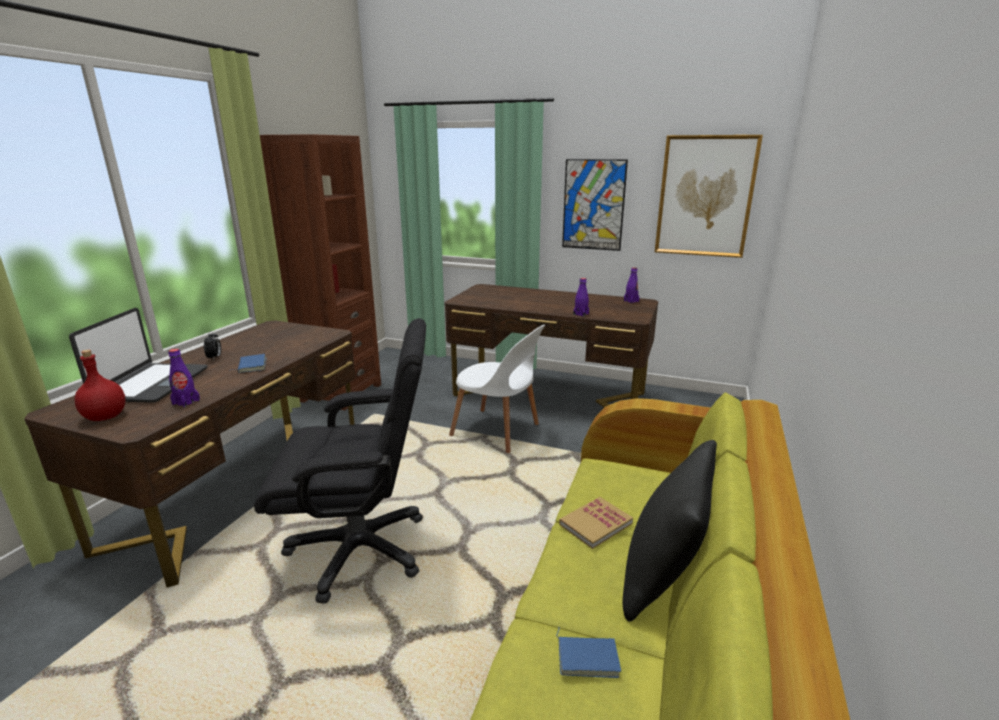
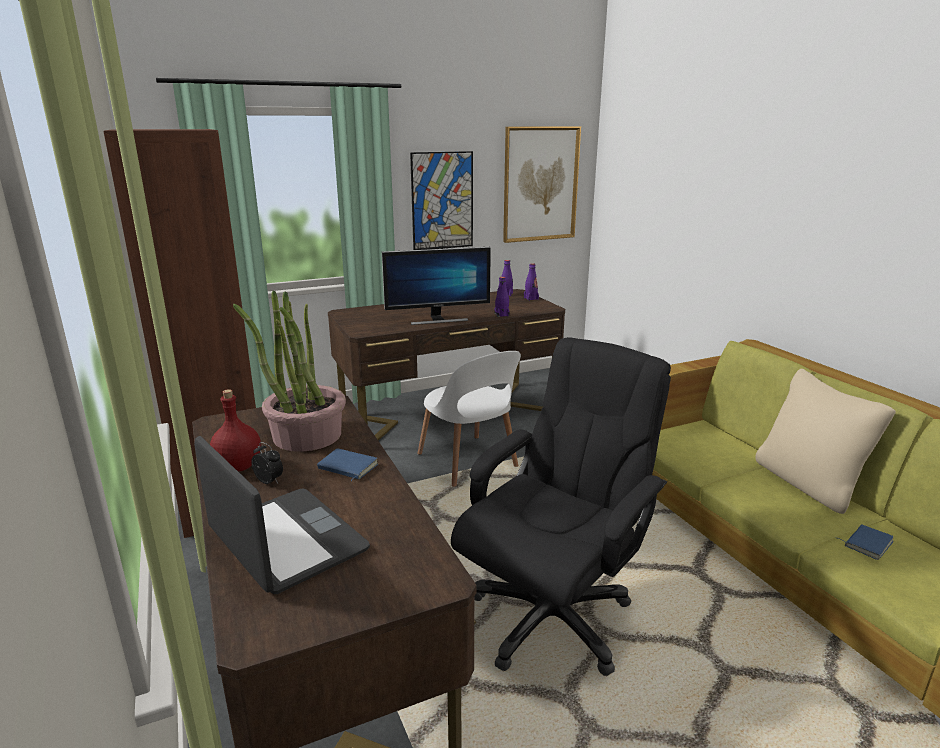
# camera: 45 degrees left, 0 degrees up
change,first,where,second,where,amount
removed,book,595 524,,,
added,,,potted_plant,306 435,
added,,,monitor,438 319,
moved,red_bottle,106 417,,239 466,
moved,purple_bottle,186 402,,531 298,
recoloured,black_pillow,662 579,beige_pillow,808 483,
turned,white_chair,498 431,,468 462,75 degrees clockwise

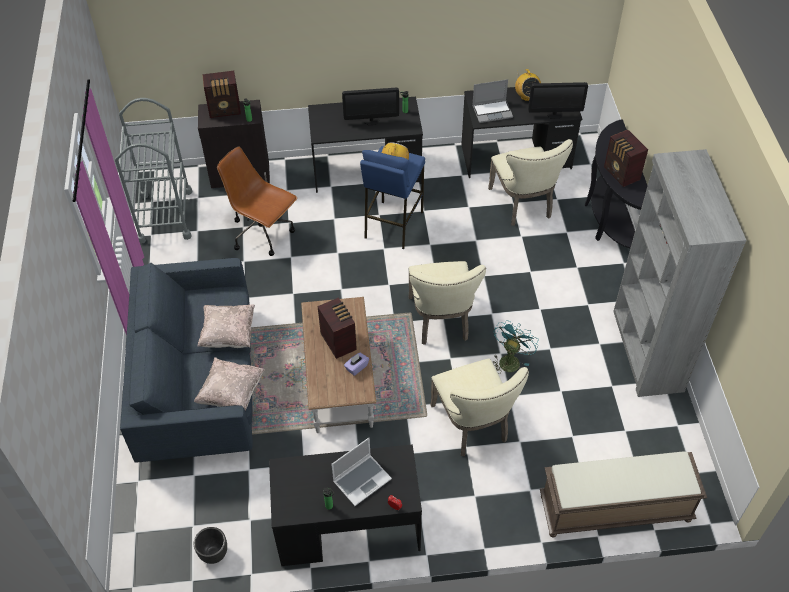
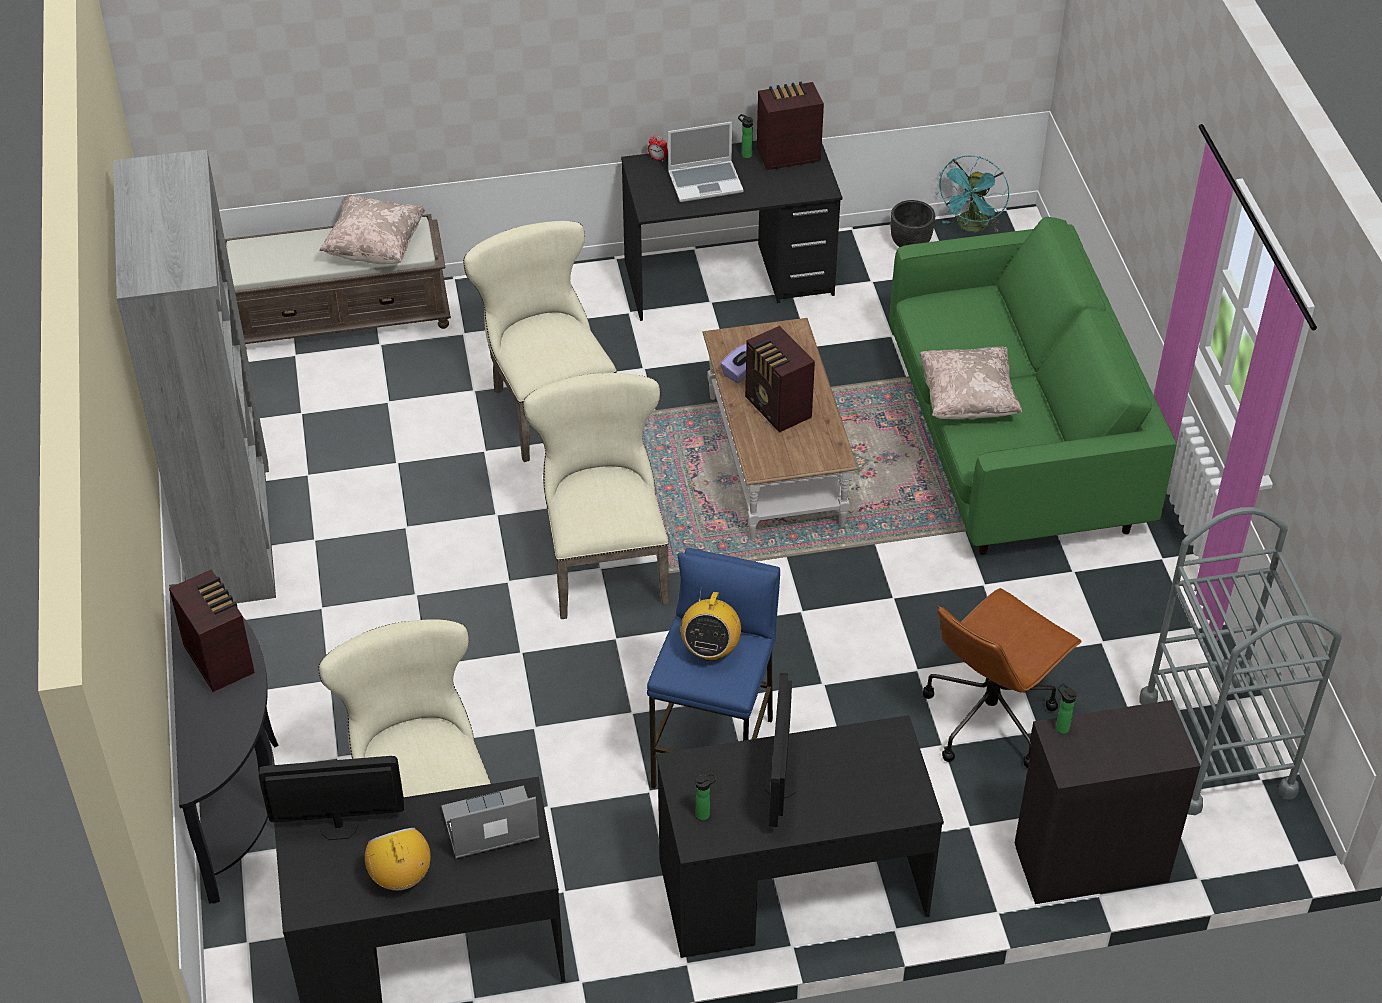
# camera: 175 degrees right, 5 degrees down
change,first,where,second,where,amount
moved,beige_pillow,231 394,,375 248,
moved,radio,225 110,,786 155,
moved,turquoise_fan,510 359,,971 227,
recoloured,blue_sofa,199 384,green_sofa,1012 441,
turned,brown_office_chair,263 233,,989 717,105 degrees clockwise
turned,laptop,362 479,,706 182,150 degrees counterclockwise
turned,monitor,371 120,,781 783,75 degrees counterclockwise

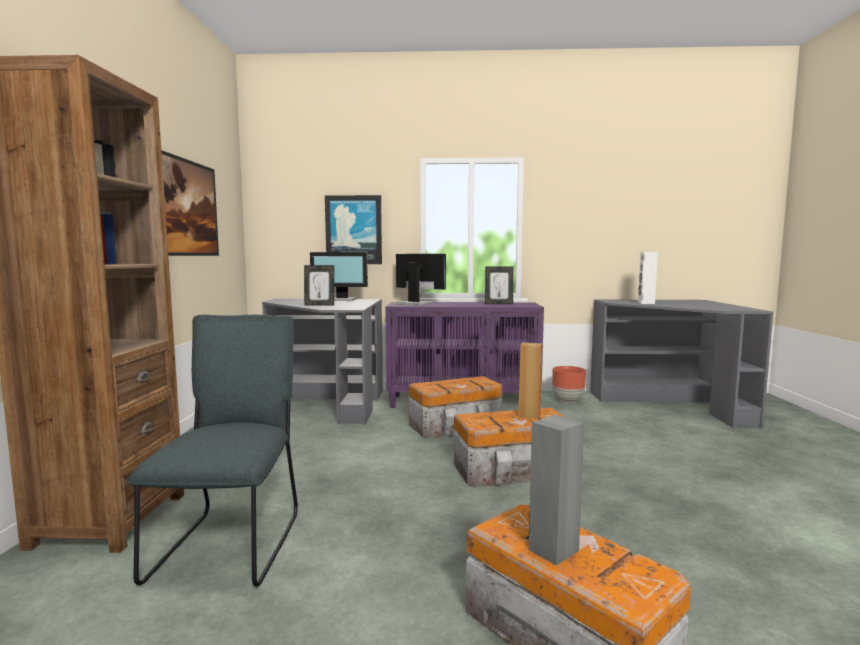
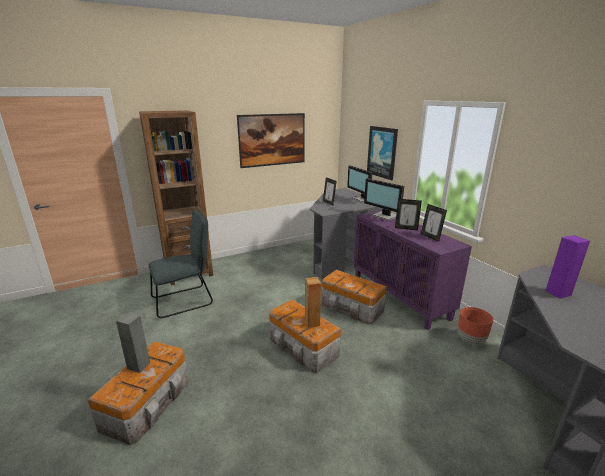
# camera: 60 degrees right, 15 degrees up
change,first,where,second,where,amount
added,,,picture_frame,406 228,
recoloured,white_speaker,646 303,purple_speaker,558 293,
turned,monitor,414 303,,385 216,135 degrees clockwise

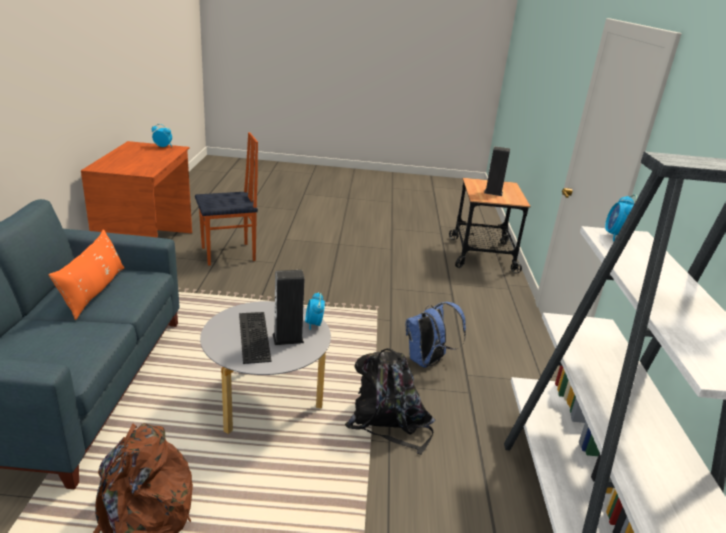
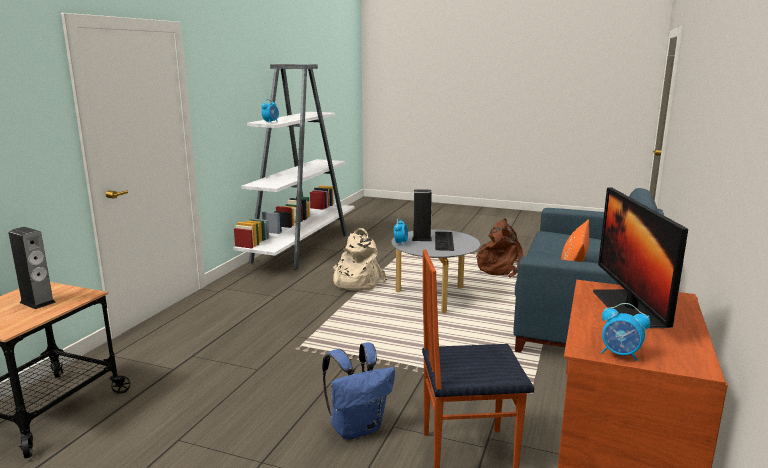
# camera: 160 degrees left, 10 degrees down
change,first,where,second,where,amount
added,,,monitor,628 308,
moved,blue_backpack,427 361,,357 427,
recoloured,black_backpack,389 421,beige_backpack,356 282,

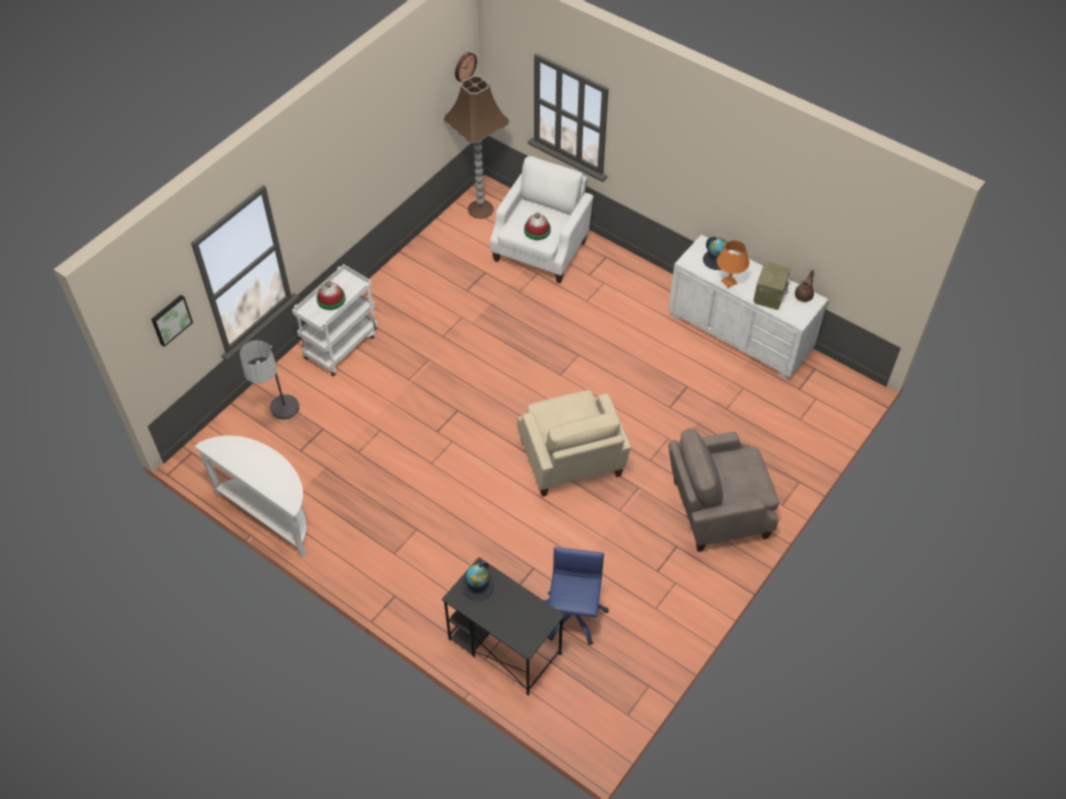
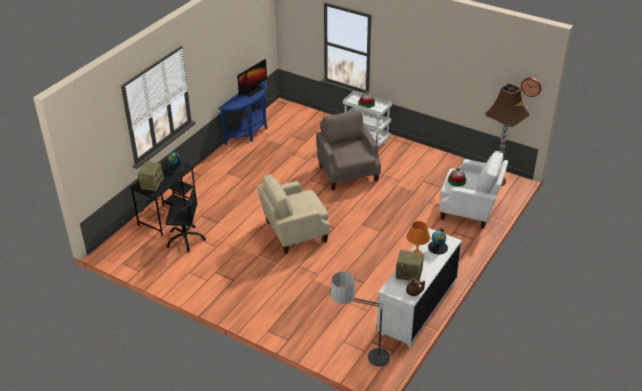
# camera: 85 degrees right, 15 degrees down
change,first,where,second,where,amount
removed,picture,170 319,,,
added,,,radio,152 183,
added,,,monitor,253 90,
moved,floor_lamp,285 427,,361 361,
moved,beige_armchair,716 510,,347 172,
recoloured,white_console_table,271 513,blue_console_table,250 131,
recoloured,blue_office_chair,573 616,black_office_chair,185 239,

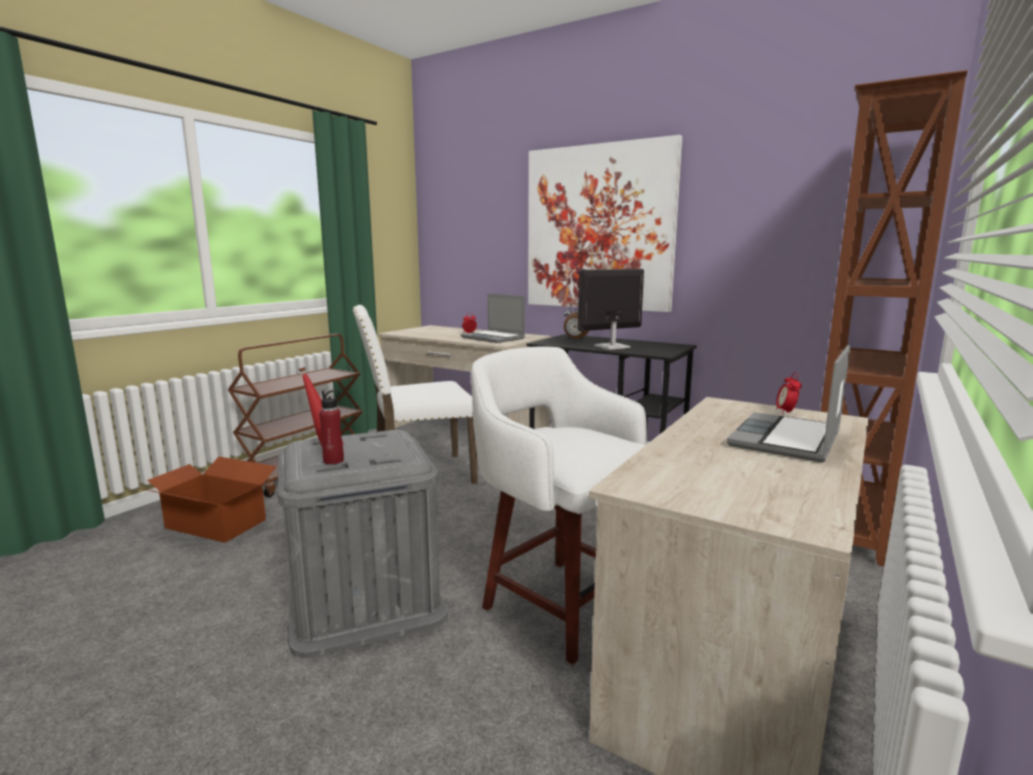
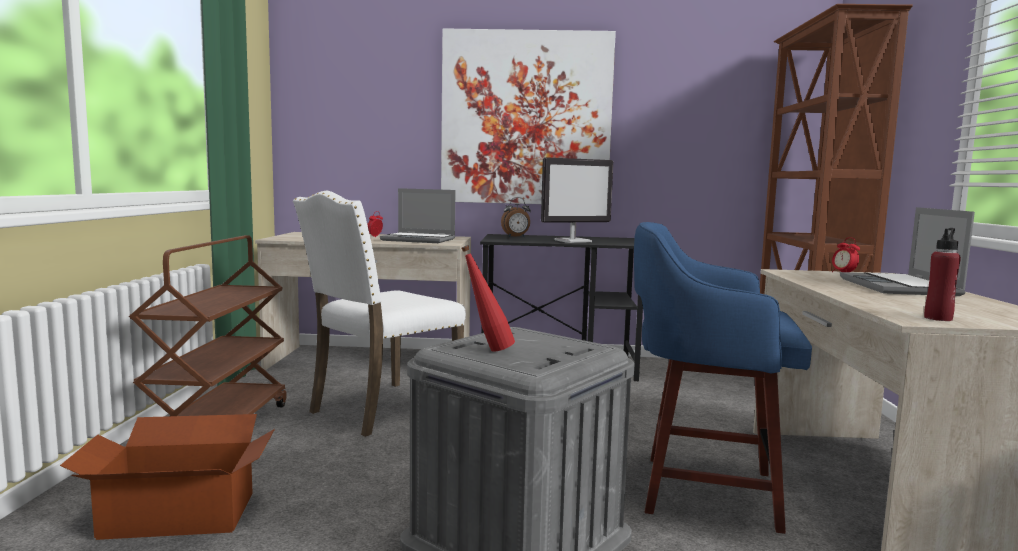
# camera: 30 degrees left, 5 degrees down
change,first,where,second,where,amount
moved,red_bottle,333 461,,938 318,
recoloured,white_stool,560 604,blue_stool,703 491,
turned,monitor,611 347,,573 241,150 degrees counterclockwise

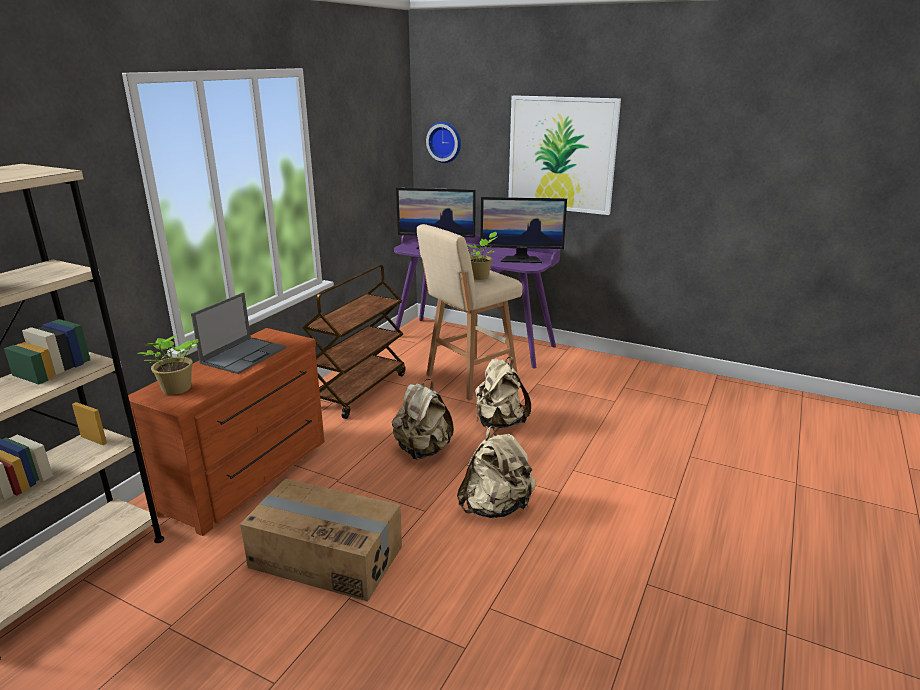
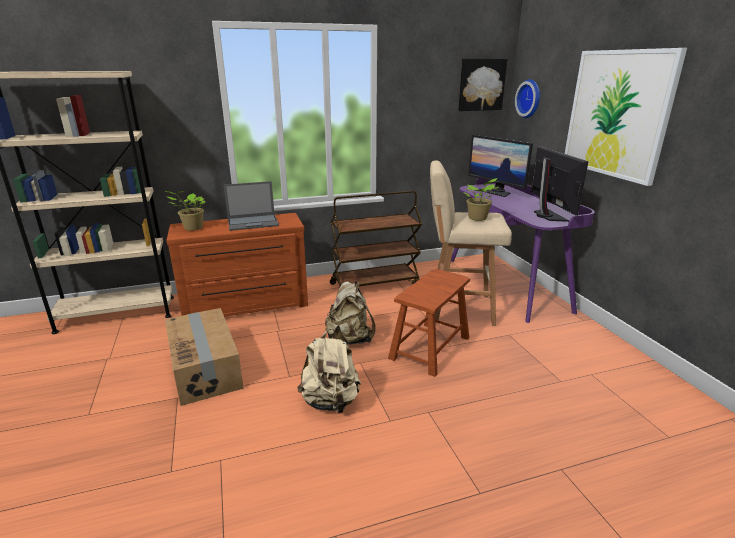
# camera: 45 degrees right, 0 degrees up
change,first,where,second,where,amount
added,,,picture,481 85,
replaced,beige_backpack,499 422,brown_stool,430 348,
turned,monitor,521 259,,548 215,150 degrees counterclockwise

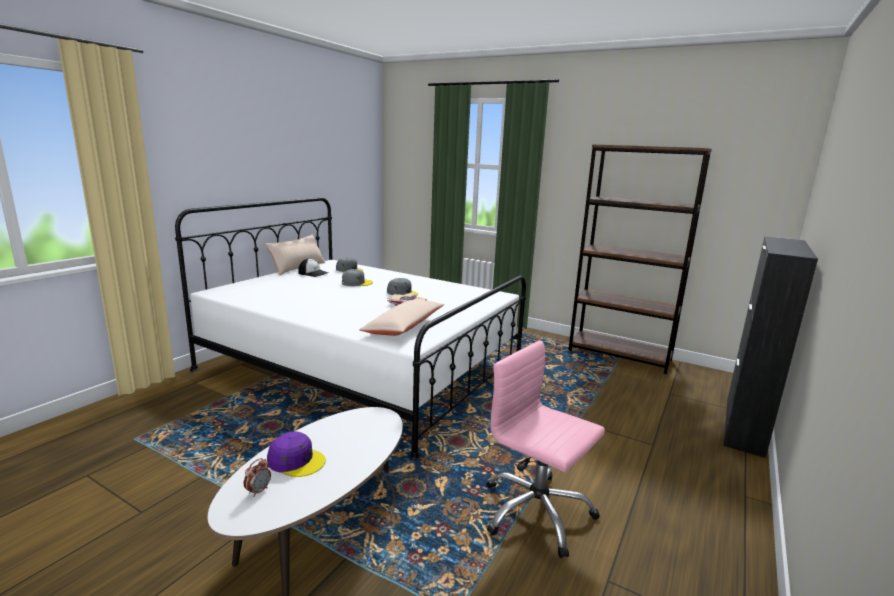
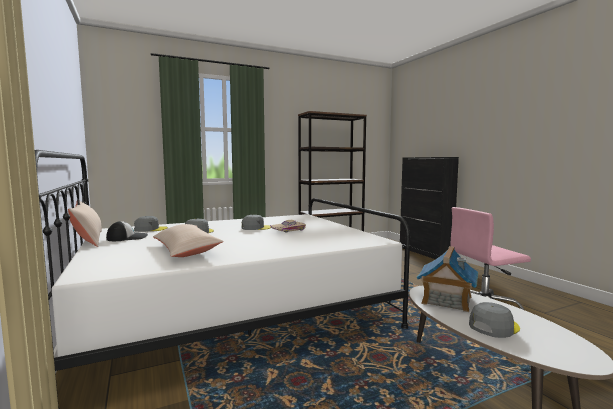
# camera: 55 degrees left, 10 degrees down
change,first,where,second,where,amount
removed,alarm_clock,258 491,,,
added,,,toy_house,446 300,
moved,beige_pillow,404 327,,186 250,
recoloured,purple_cap,296 461,grey_cap,493 326,

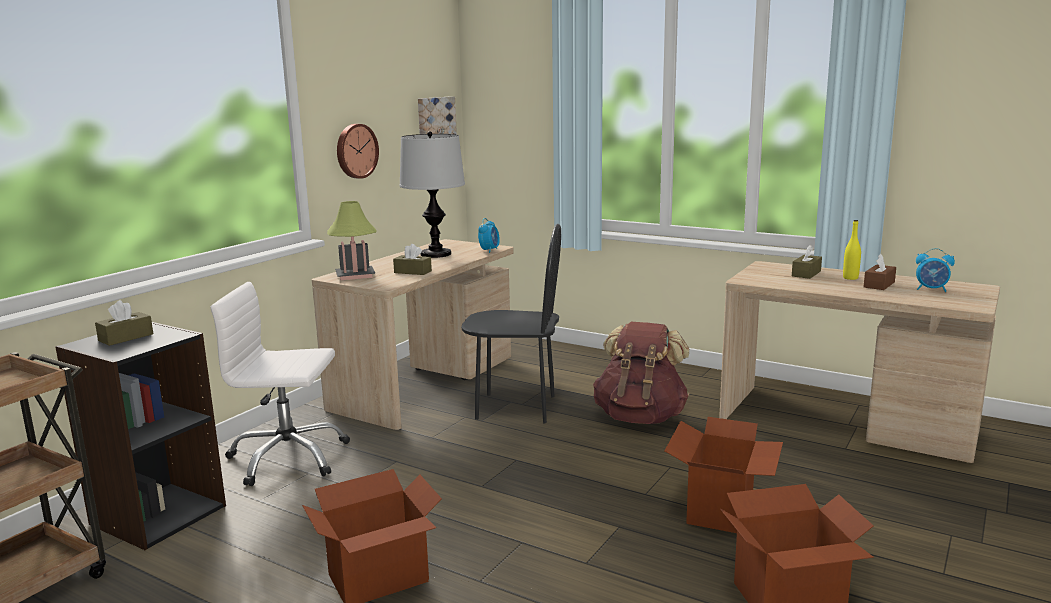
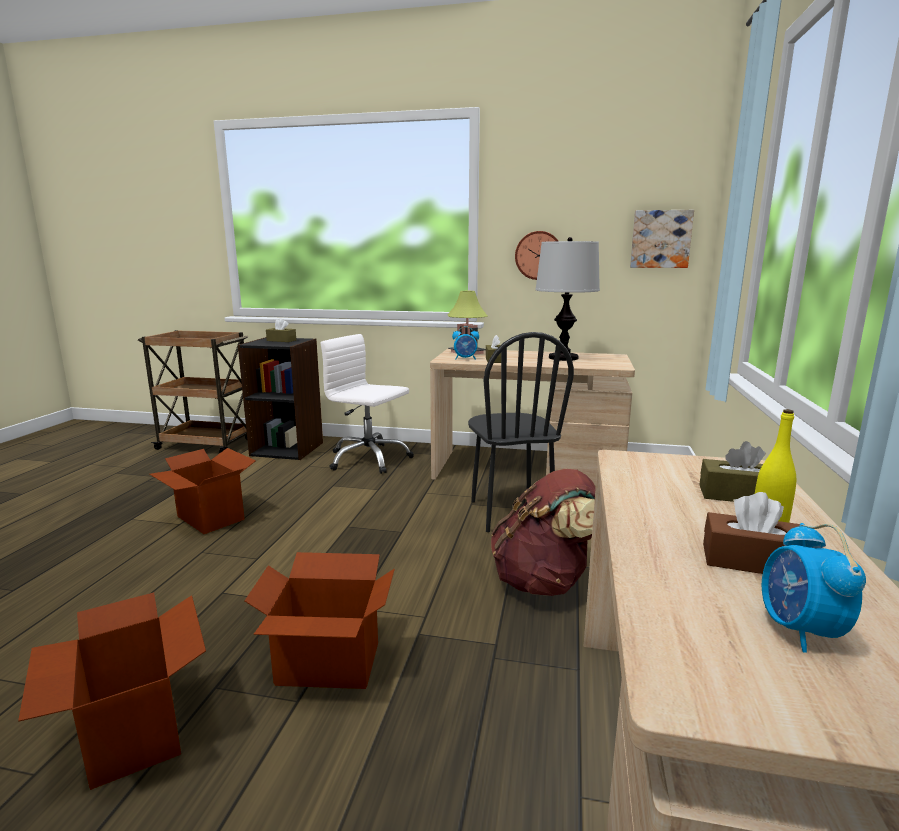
# camera: 70 degrees right, 0 degrees up
change,first,where,second,where,amount
moved,alarm_clock,489 250,,465 359,
turned,white_office_chair,288 458,,368 459,45 degrees counterclockwise

